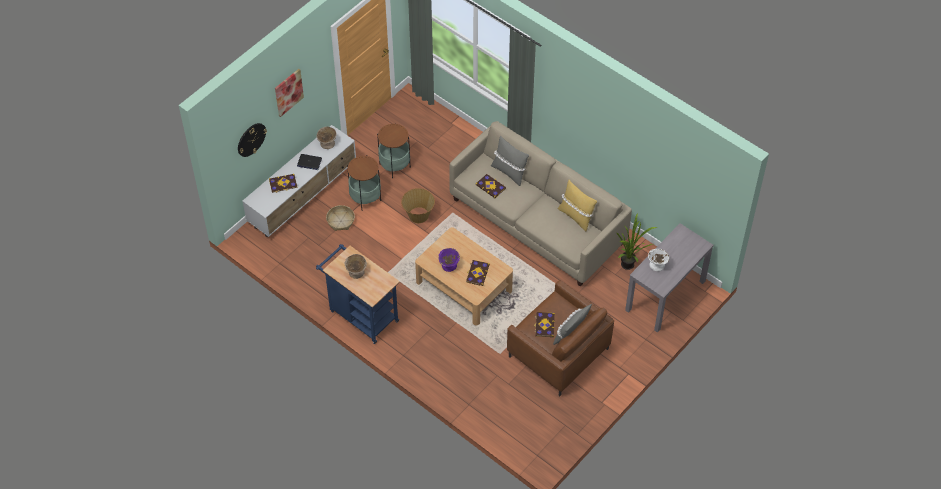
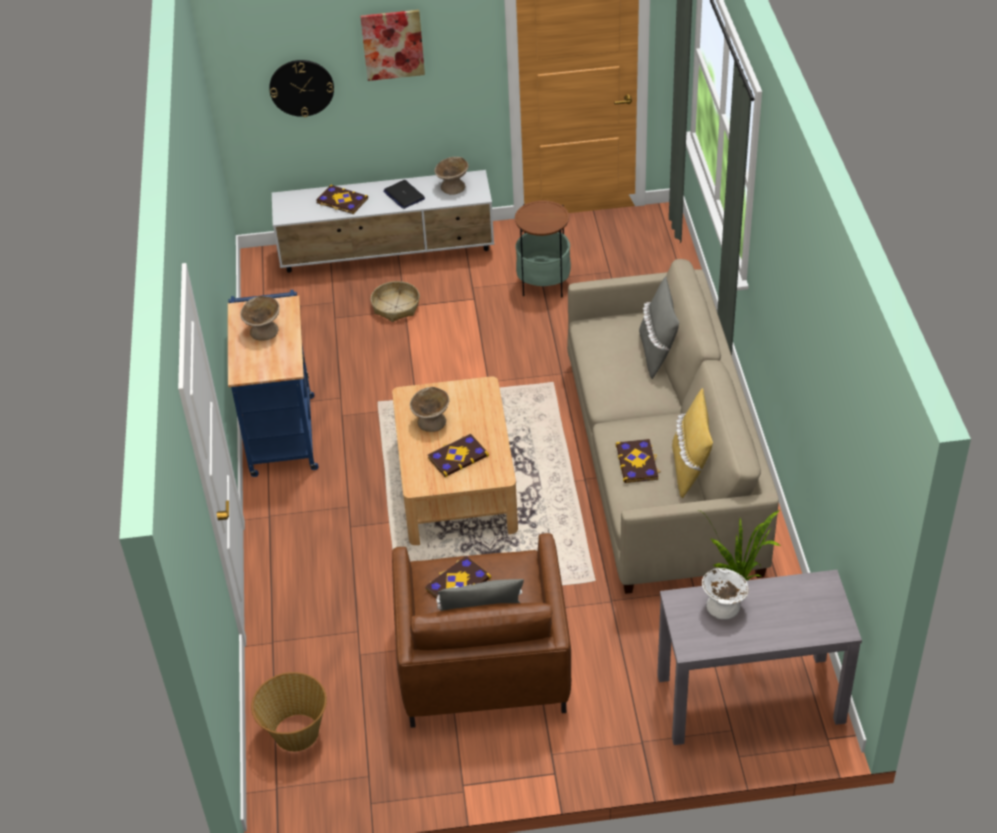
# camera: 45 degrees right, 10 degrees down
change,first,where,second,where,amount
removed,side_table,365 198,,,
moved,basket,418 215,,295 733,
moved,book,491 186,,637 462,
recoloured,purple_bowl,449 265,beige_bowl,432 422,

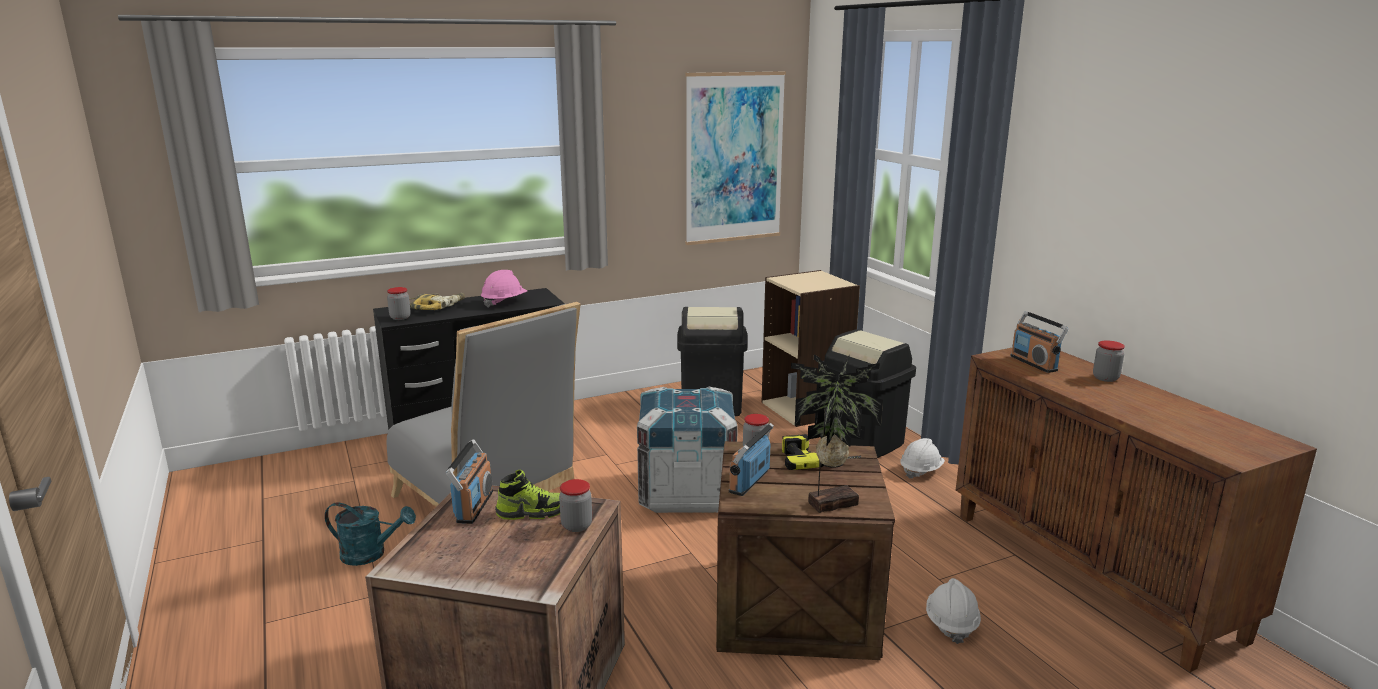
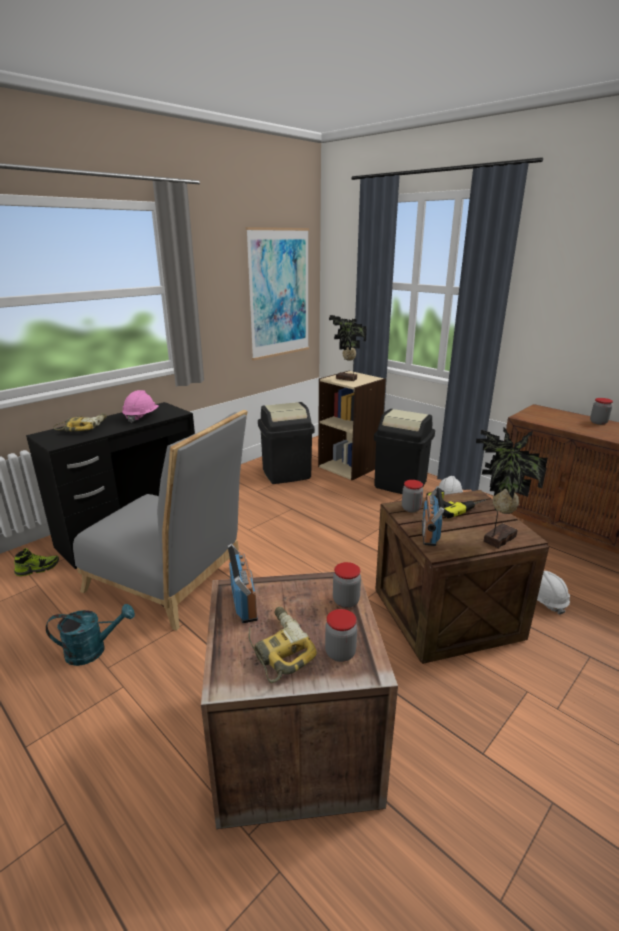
# camera: 20 degrees left, 5 degrees up
change,first,where,second,where,amount
removed,crate,686 492,,,
removed,radio,1034 363,,,
added,,,power_drill,277 649,
added,,,potted_plant,346 379,
moved,jar,400 317,,340 653,
moved,shoe,533 512,,38 569,

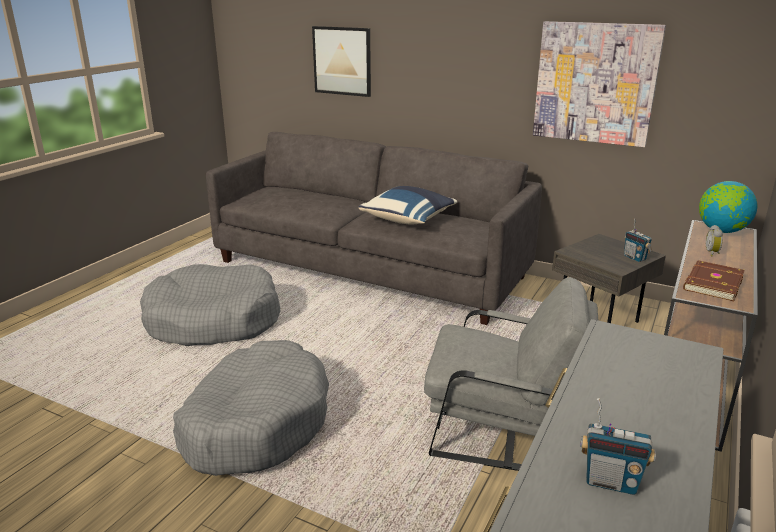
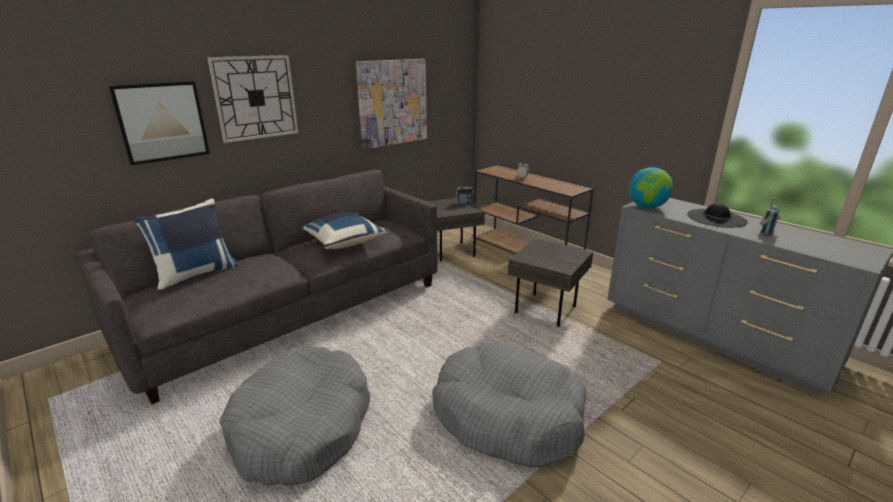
# camera: 70 degrees left, 0 degrees up
change,first,where,second,where,amount
removed,brown_book,711 283,,,
added,,,blue_pillow,196 274,
added,,,wall_clock,255 98,
added,,,black_hat,716 218,
moved,globe,721 231,,647 207,
replaced,grey_armchair,505 426,grey_side_table,547 309,

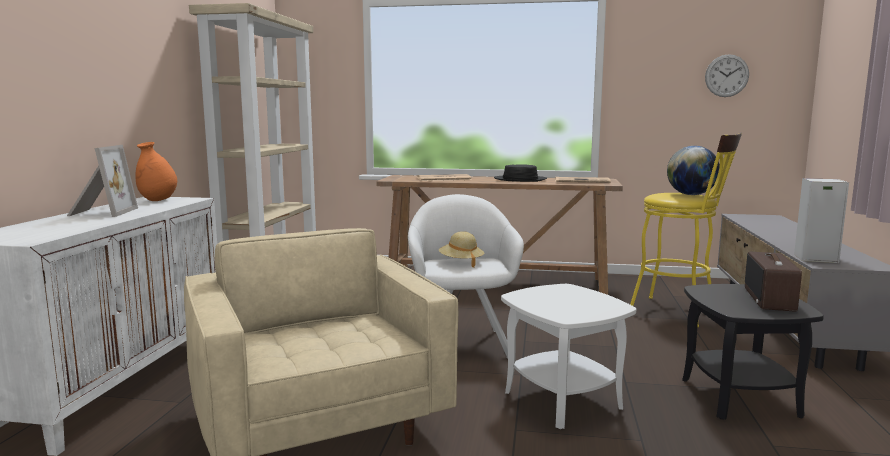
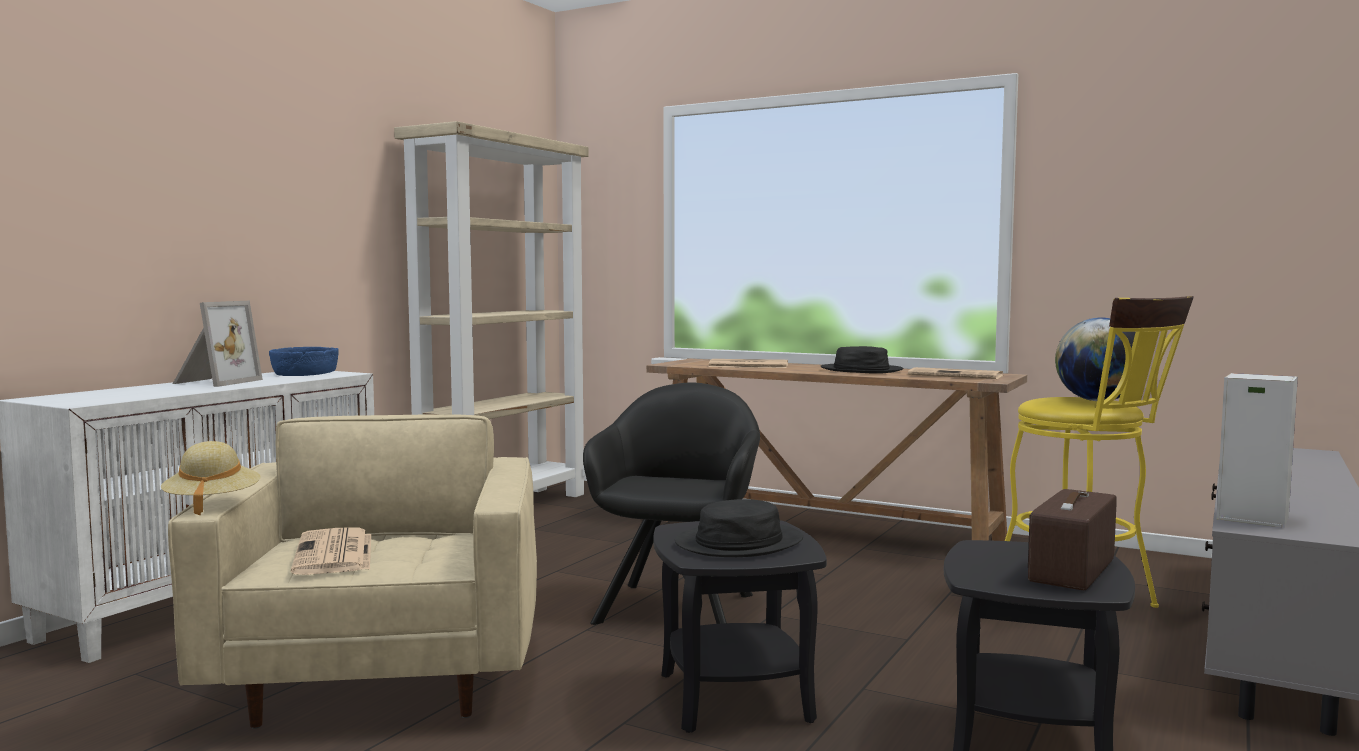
# camera: 20 degrees right, 5 degrees down
change,first,where,second,where,amount
removed,wall_clock,726 75,,,
added,,,newspaper,335 554,
added,,,black_hat,739 542,
moved,beige_hat,461 262,,212 504,
replaced,orange_vase,158 200,blue_bowl,304 373,
recoloured,white_armchair,462 342,black_armchair,678 605,
recoloured,white_side_table,563 400,black_side_table,735 698,

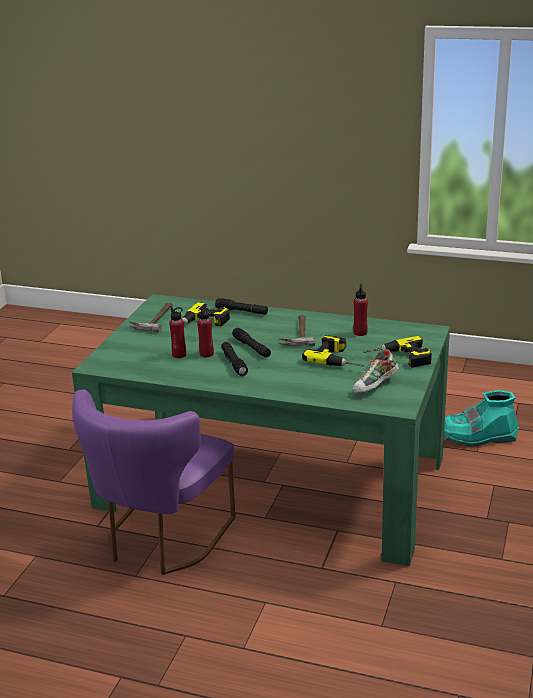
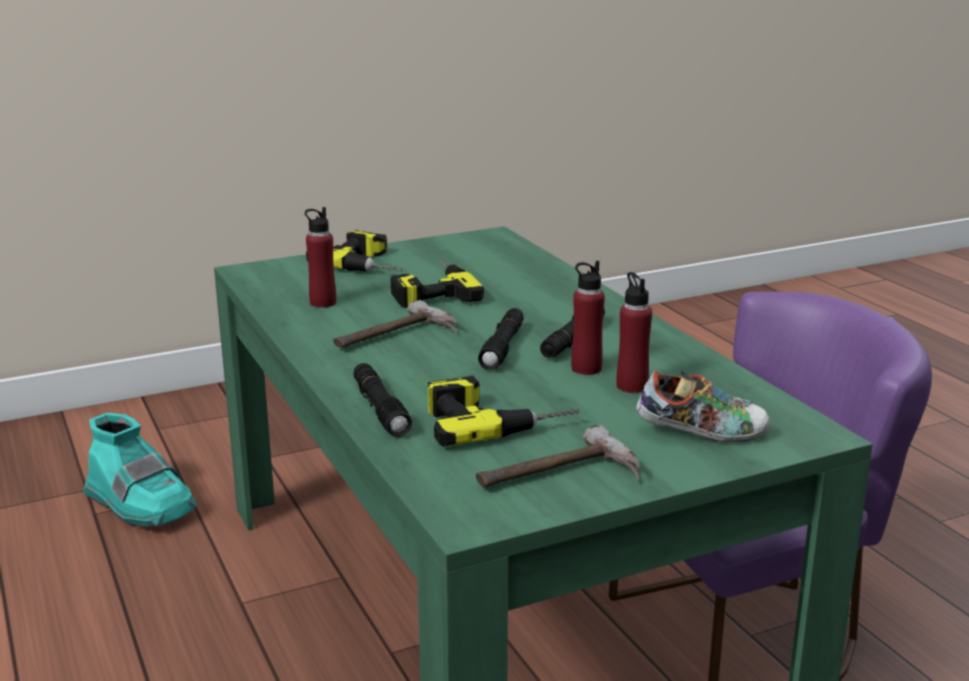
# camera: 135 degrees left, 5 degrees down
change,first,where,second,where,amount
moved,shoe,375 387,,702 434,

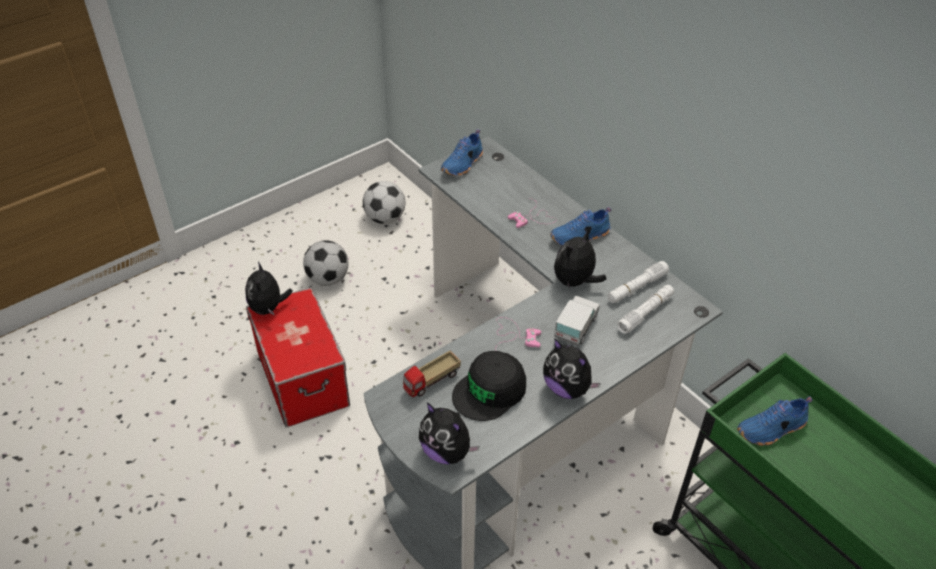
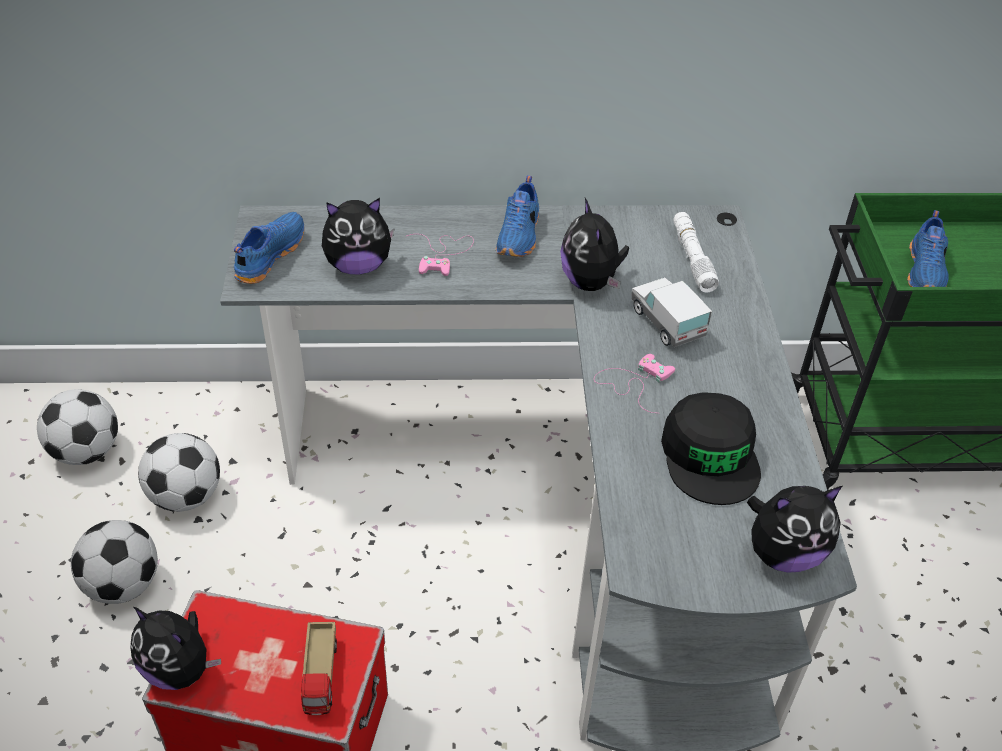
# camera: 55 degrees left, 0 degrees up
change,first,where,second,where,amount
removed,white_flashlight,636 287,,,
added,,,football,185 496,
moved,toy_truck,432 382,,321 676,
moved,plush_toy,567 388,,358 266,
turned,blue_shoe,463 164,,268 255,135 degrees counterclockwise

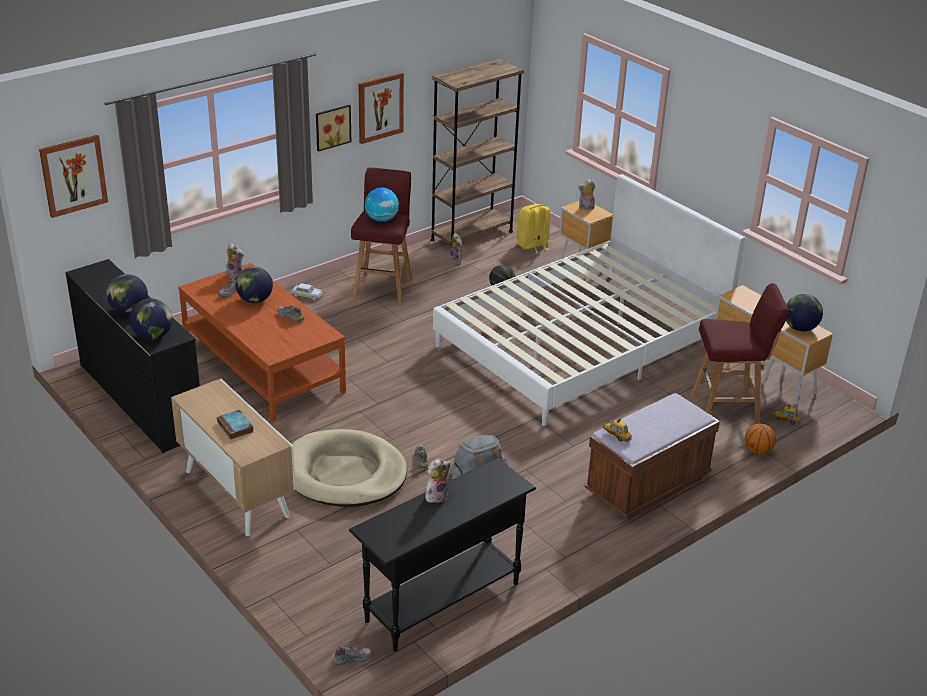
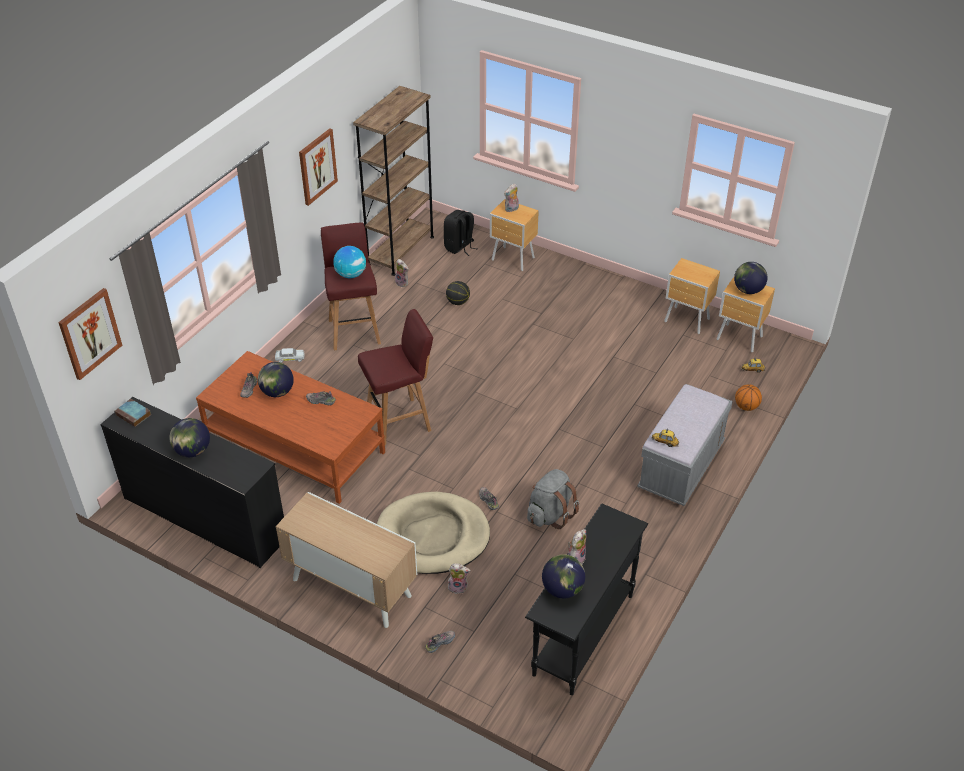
# camera: 20 degrees left, 10 degrees up
change,first,where,second,where,amount
removed,picture,332 127,,,
removed,white_bed,581 343,,,
moved,globe,153 336,,562 589,
moved,book,236 427,,134 415,
moved,plush_toy,236 274,,458 587,
moved,shoe,352 658,,440 643,
moved,red_stool,727 410,,400 421,
recoloured,yellow_backpack,533 245,black_backpack,459 247,
recoloured,brown_bench,647 485,grey_bench,681 467,

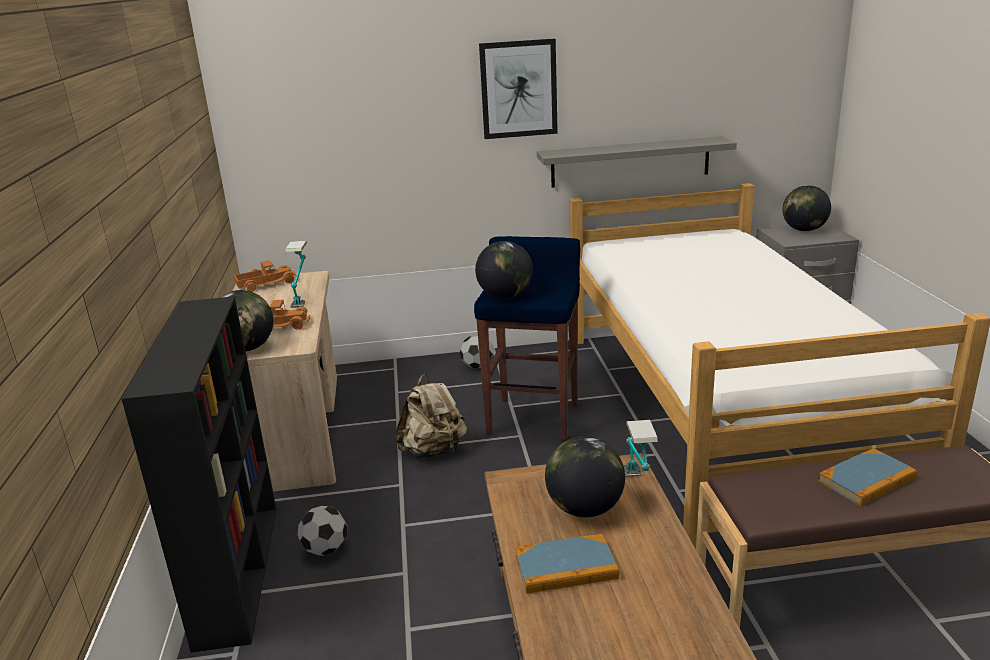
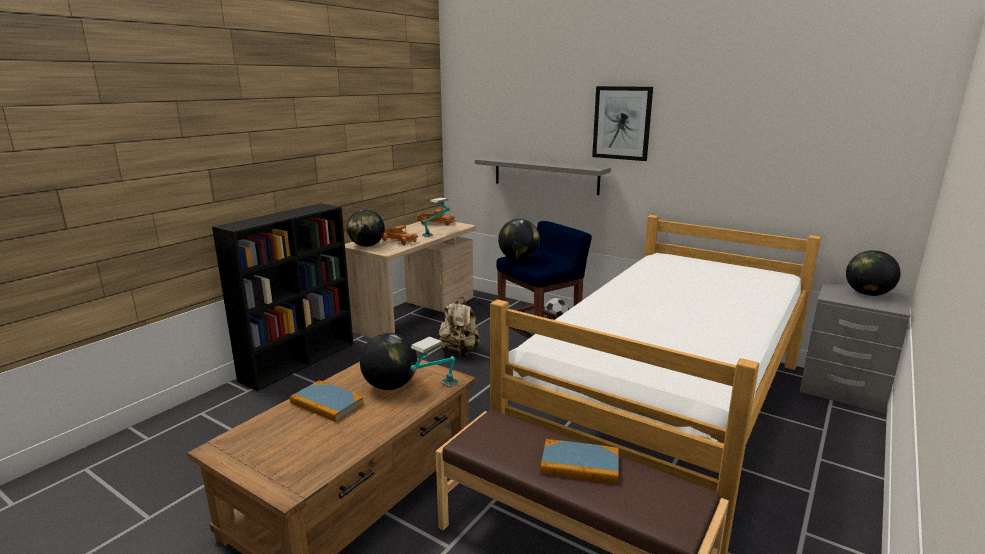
# camera: 40 degrees right, 5 degrees down
change,first,where,second,where,amount
removed,football,326 549,,,
moved,grey_shelf,630 162,,545 175,

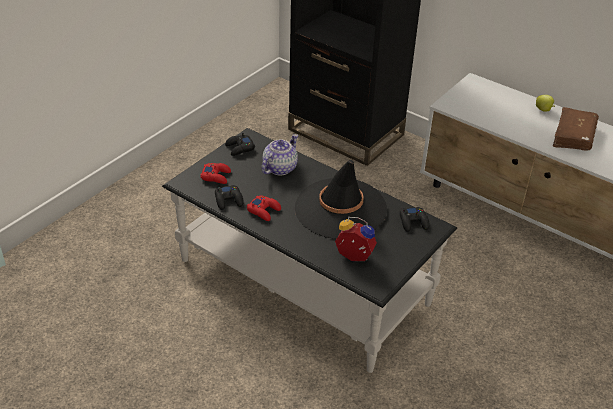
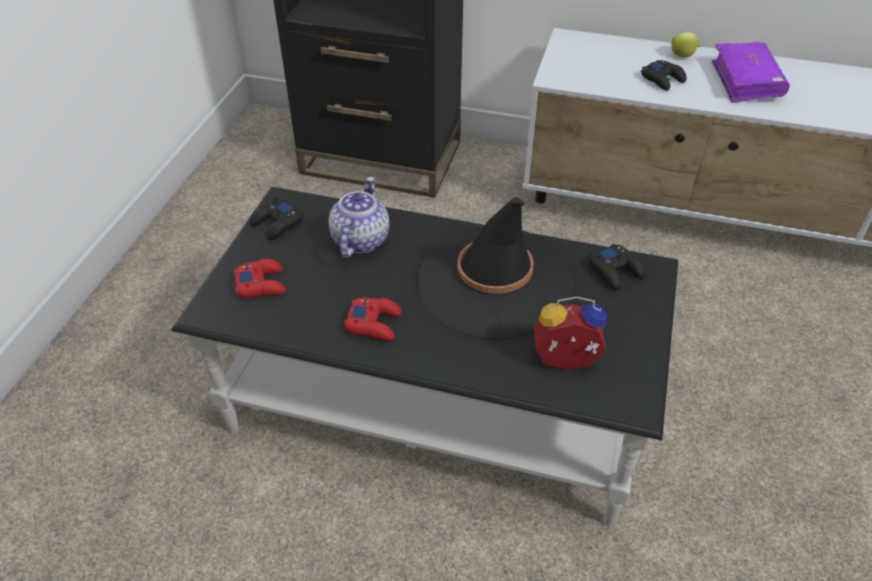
# camera: 20 degrees left, 5 degrees up
change,first,where,second,where,amount
moved,black_game_controller,229 200,,662 79,
recoloured,brown_book,574 136,purple_book,746 82,

